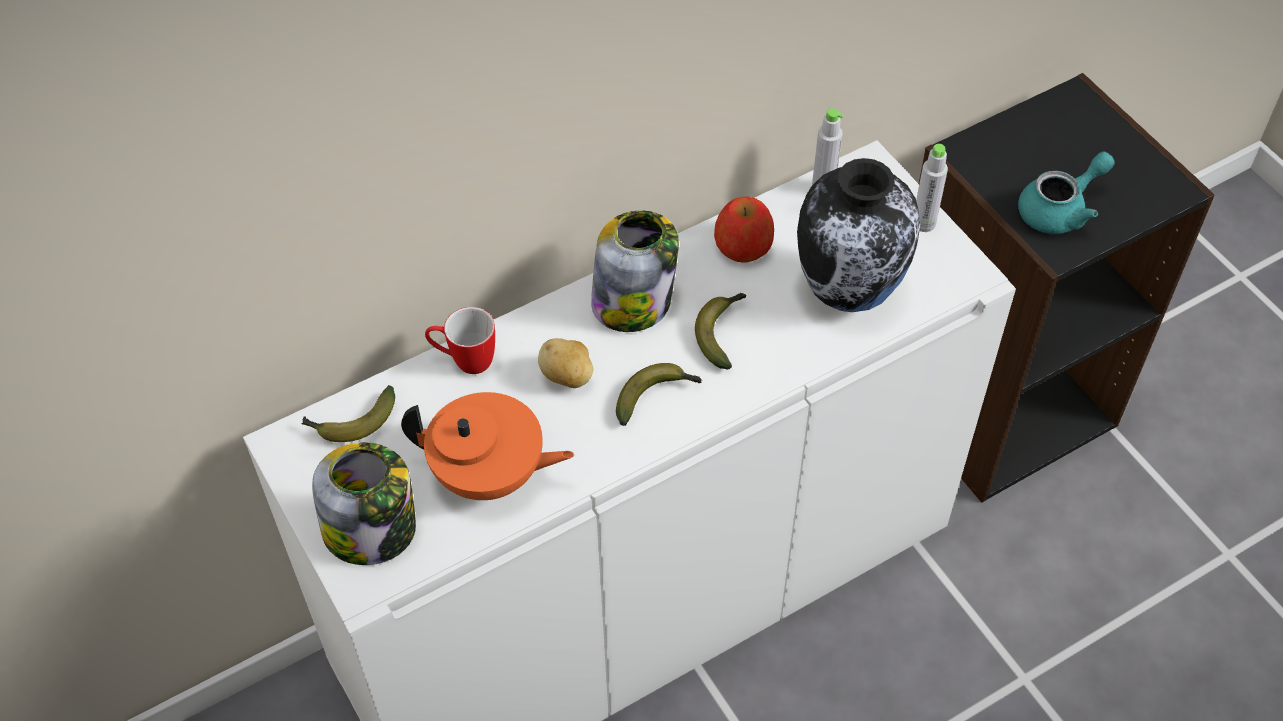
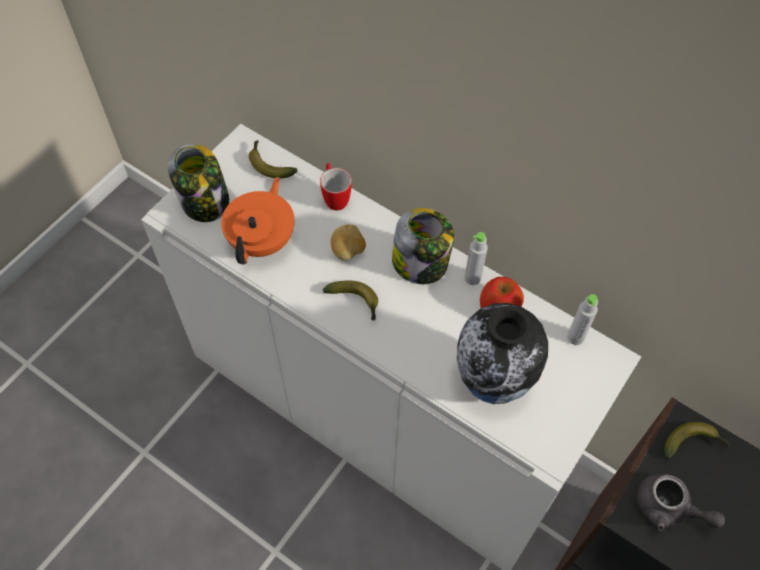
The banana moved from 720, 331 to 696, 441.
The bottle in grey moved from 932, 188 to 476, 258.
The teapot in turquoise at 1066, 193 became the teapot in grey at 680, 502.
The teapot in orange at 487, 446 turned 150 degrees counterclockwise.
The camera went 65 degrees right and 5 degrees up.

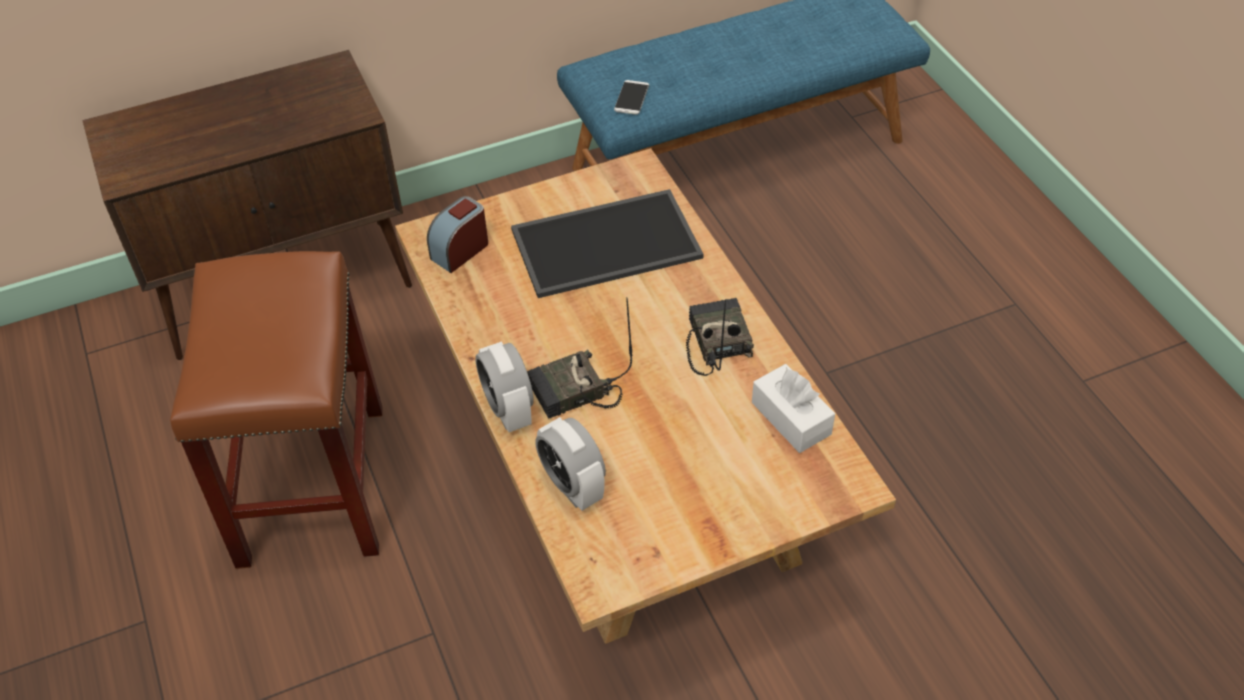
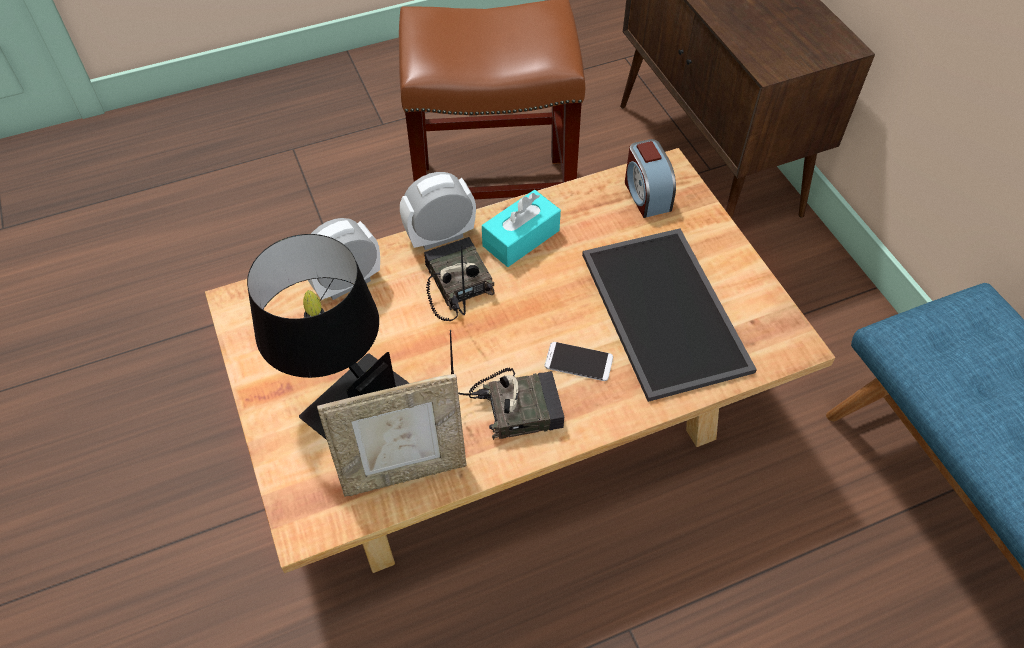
The table lamp in black at 328, 337 appeared.
The tissue box in turquoise at 521, 228 appeared.
The phone moved from 631, 97 to 579, 361.
The tissue box in white at 793, 408 was replaced by the picture frame at 392, 435.
The alarm clock at 457, 234 turned 150 degrees counterclockwise.
The camera went 90 degrees right and 5 degrees up.

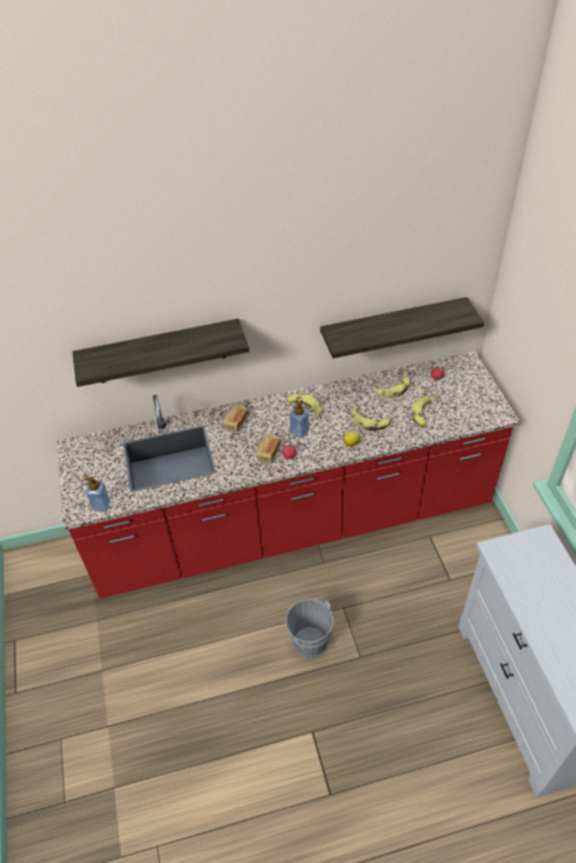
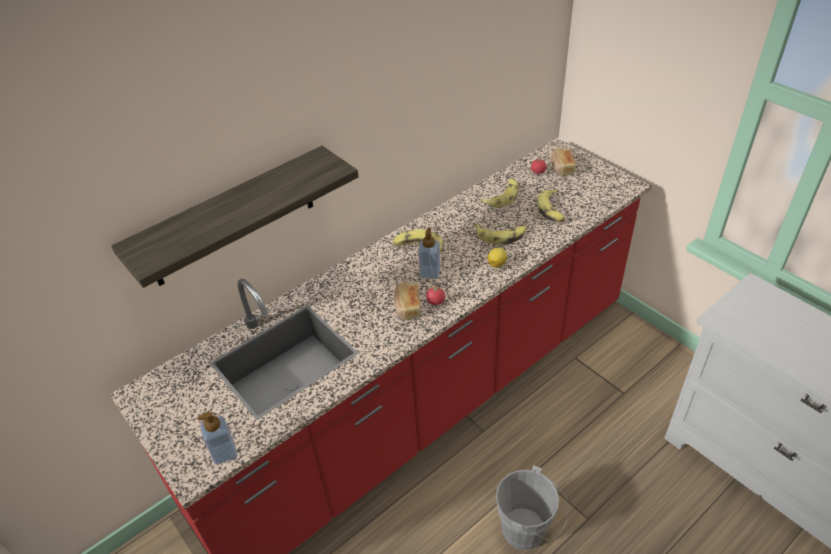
The shelf at 402, 327 disappeared.
The bread moved from 236, 418 to 563, 162.
The camera went 25 degrees left and 5 degrees down.

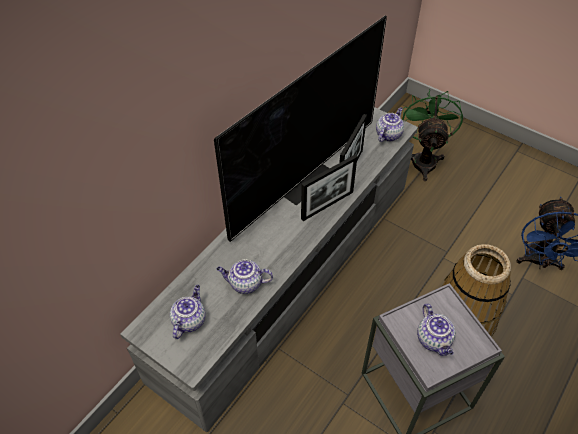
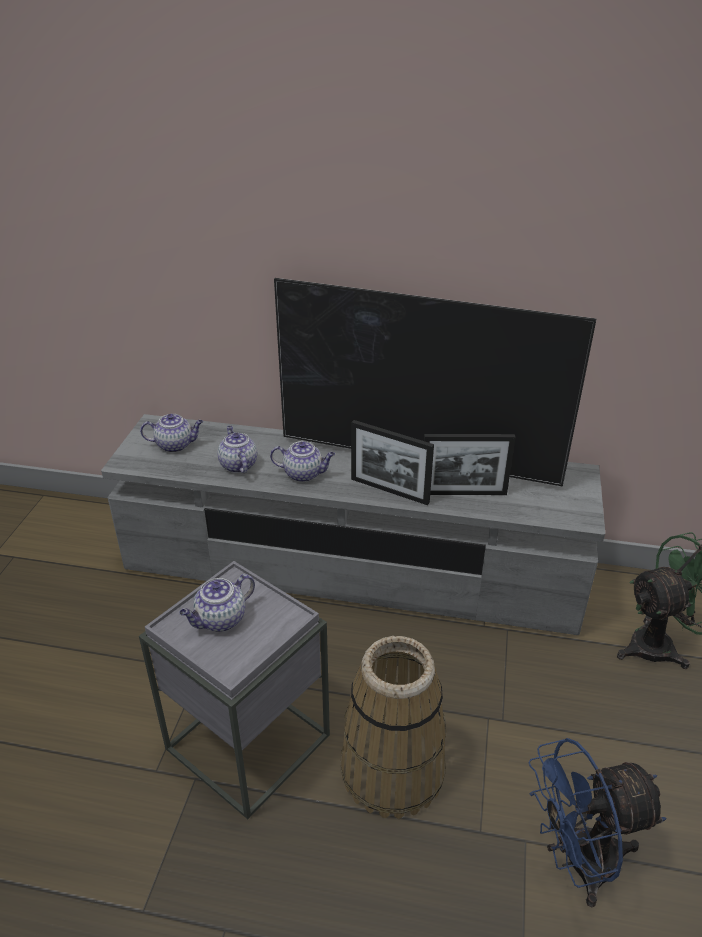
The teapot moved from 390, 124 to 302, 461.
The camera went 65 degrees right and 15 degrees down.

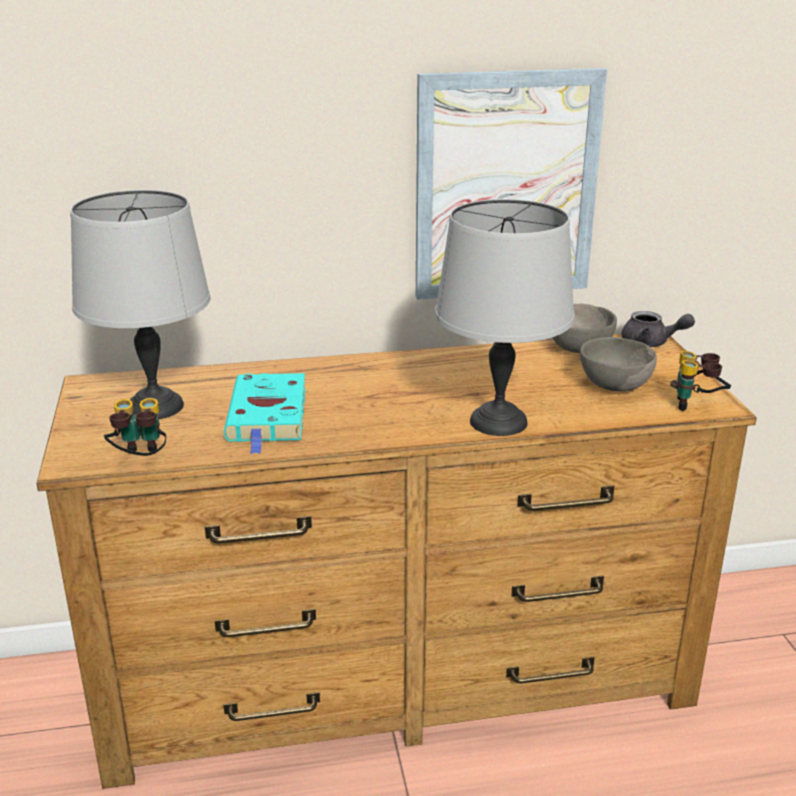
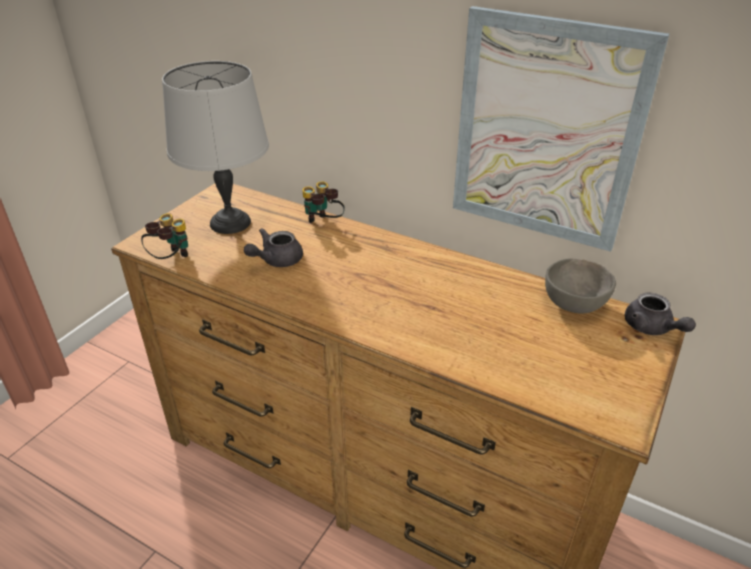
The table lamp in grey at 504, 317 disappeared.
The bowl in grey at 618, 364 disappeared.
The binoculars moved from 700, 381 to 323, 202.
The book in turquoise at 265, 413 was replaced by the teapot in grey at 273, 247.
The camera went 40 degrees right and 10 degrees up.

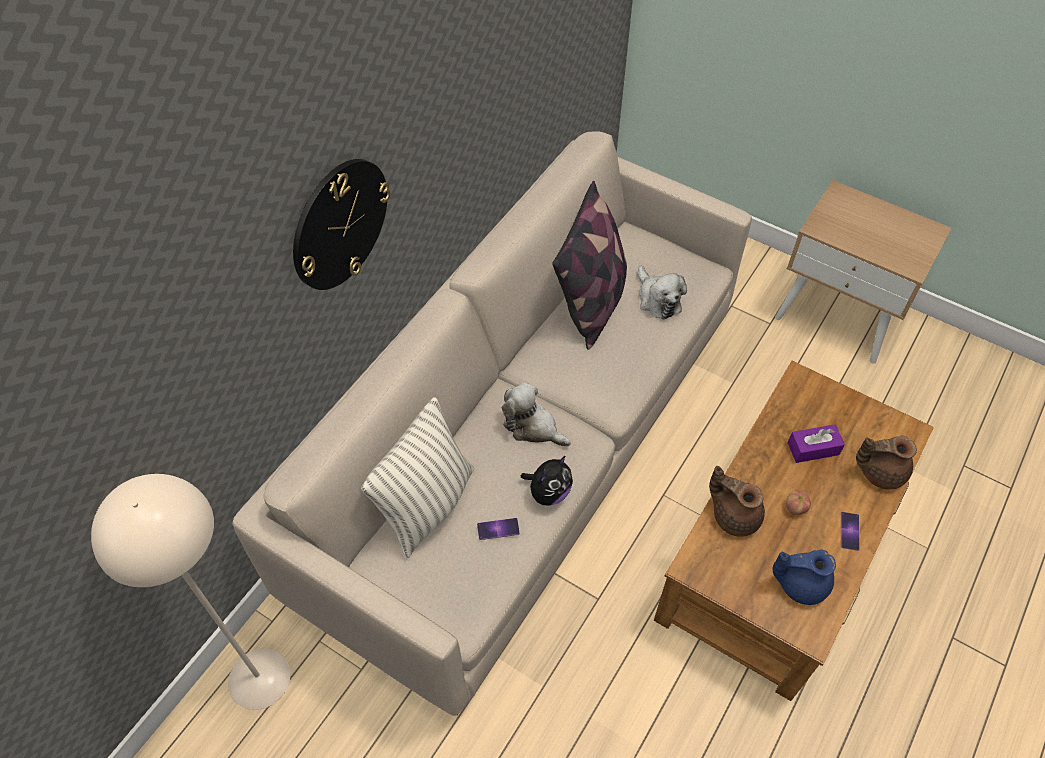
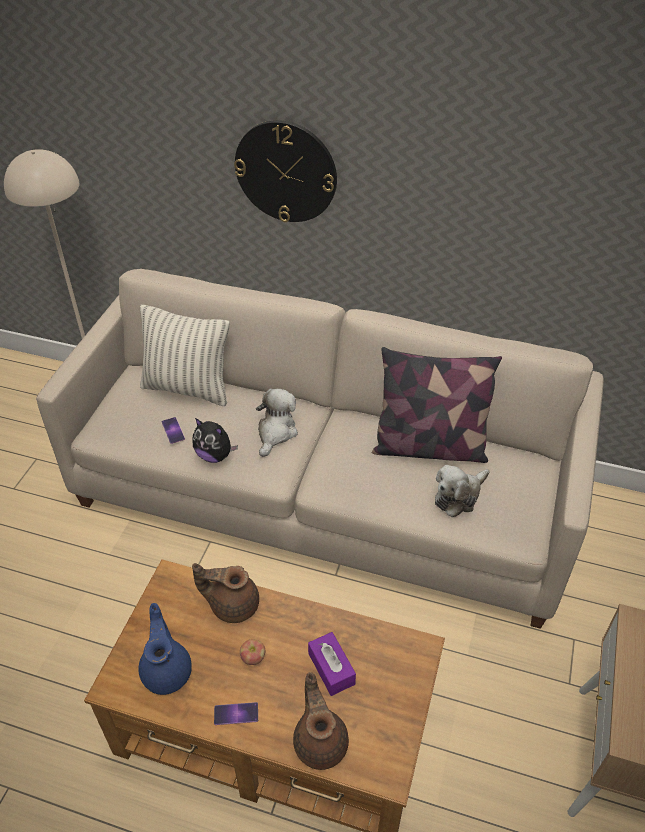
The teapot in brown at 737, 501 turned 105 degrees counterclockwise.
The camera went 75 degrees right and 10 degrees down.

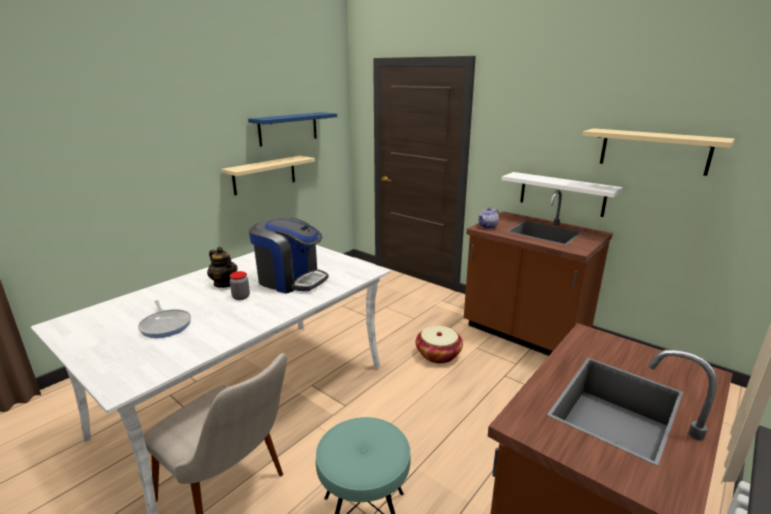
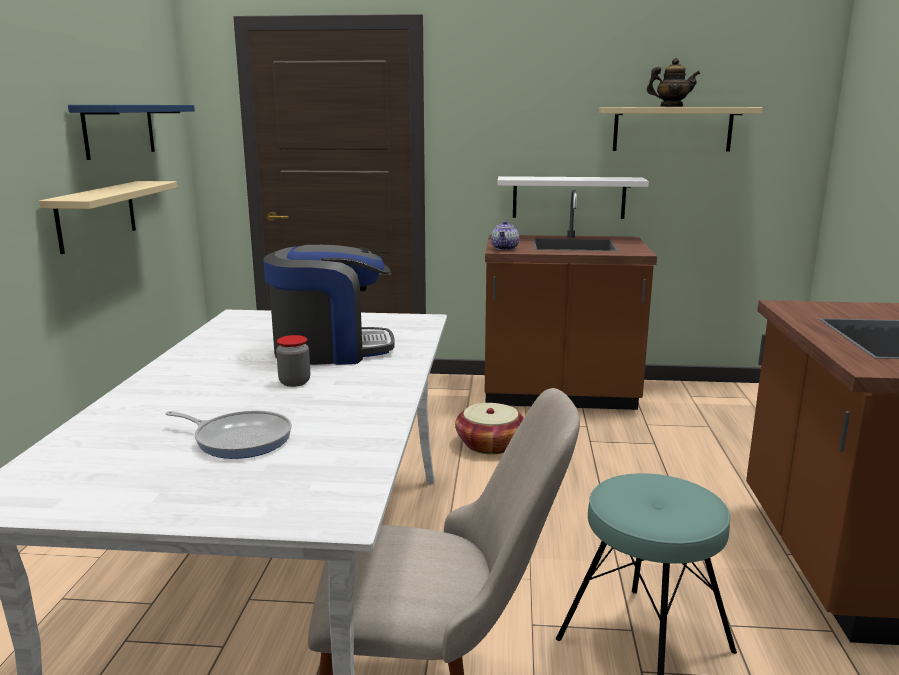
The teapot moved from 222, 267 to 673, 82.
The camera went 35 degrees left and 5 degrees down.

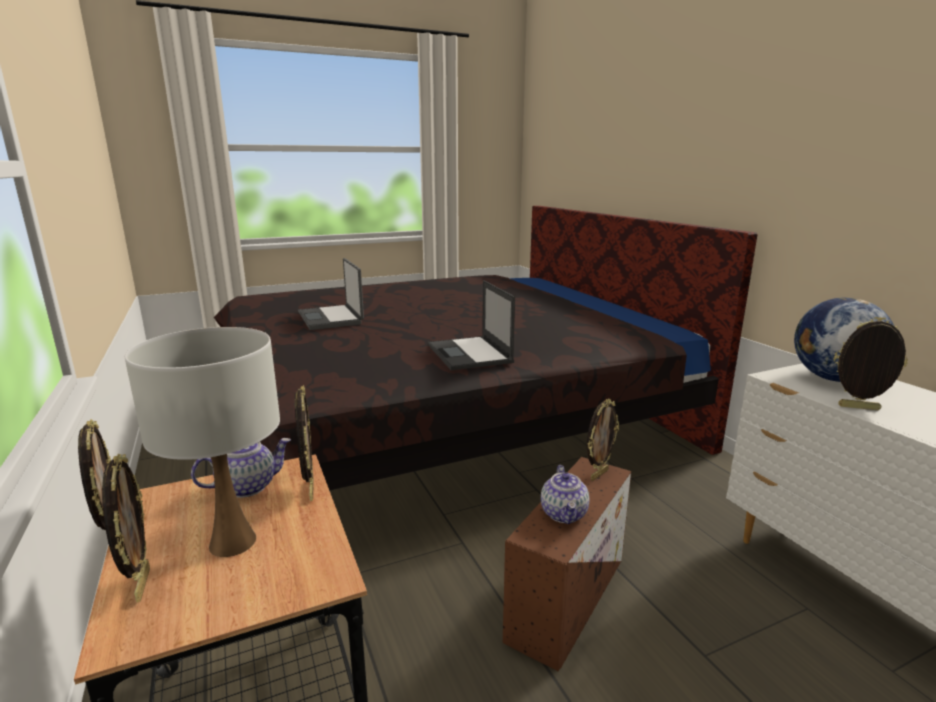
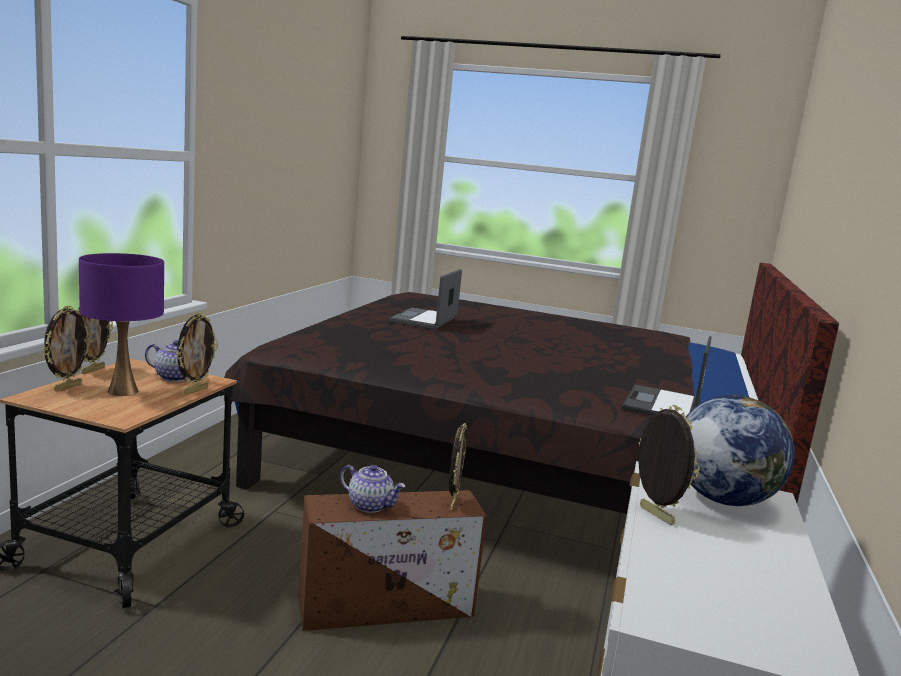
The laptop moved from 471, 325 to 667, 376.
The table lamp in white at 202, 442 became the table lamp in purple at 121, 324.
The teapot at 565, 494 turned 105 degrees counterclockwise.
The picture frame at 603, 440 turned 75 degrees counterclockwise.
The camera went 40 degrees right and 5 degrees down.

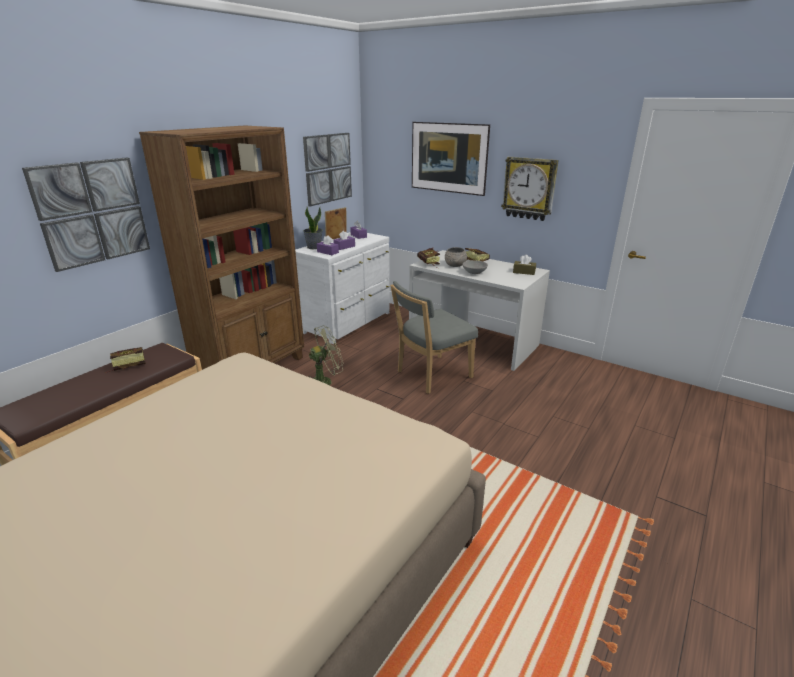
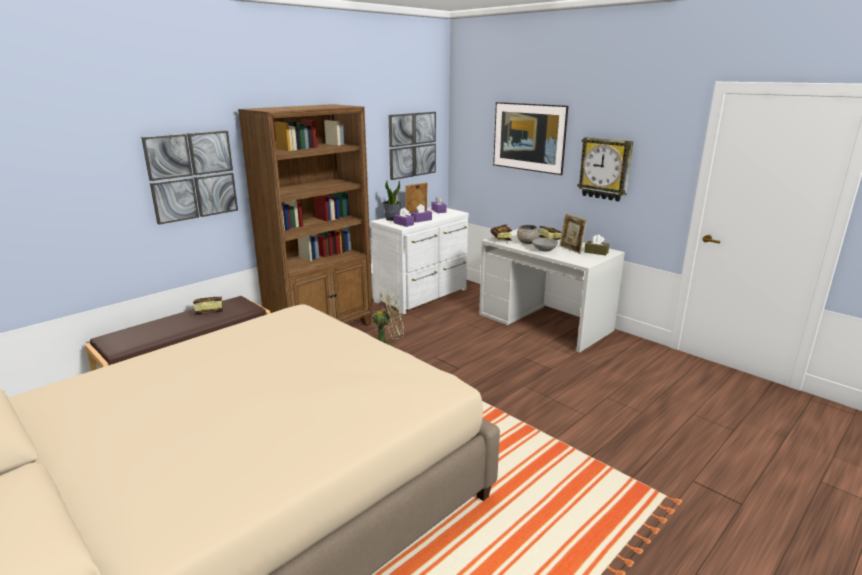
The chair in grey at 434, 337 disappeared.
The picture frame at 573, 233 appeared.
The camera went 10 degrees right and 5 degrees down.

